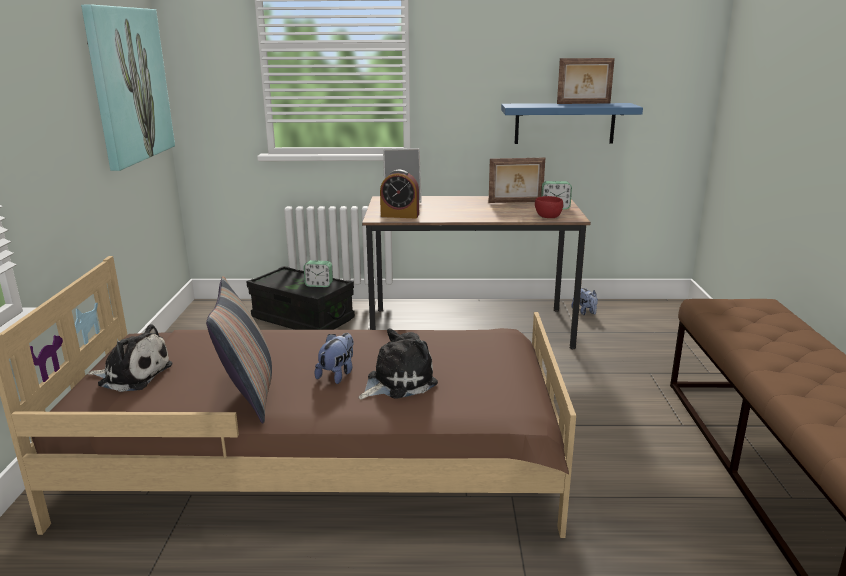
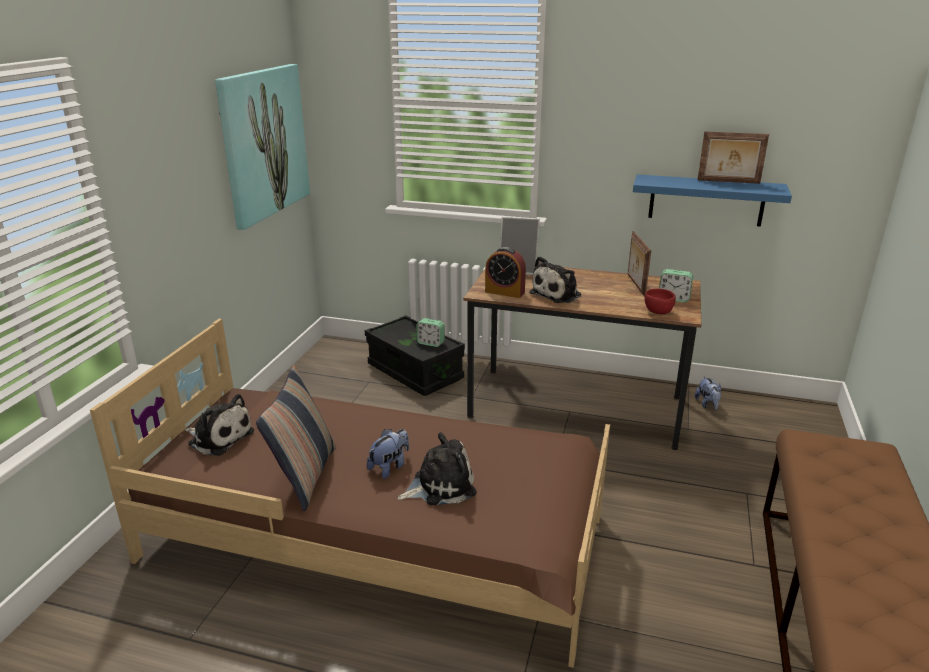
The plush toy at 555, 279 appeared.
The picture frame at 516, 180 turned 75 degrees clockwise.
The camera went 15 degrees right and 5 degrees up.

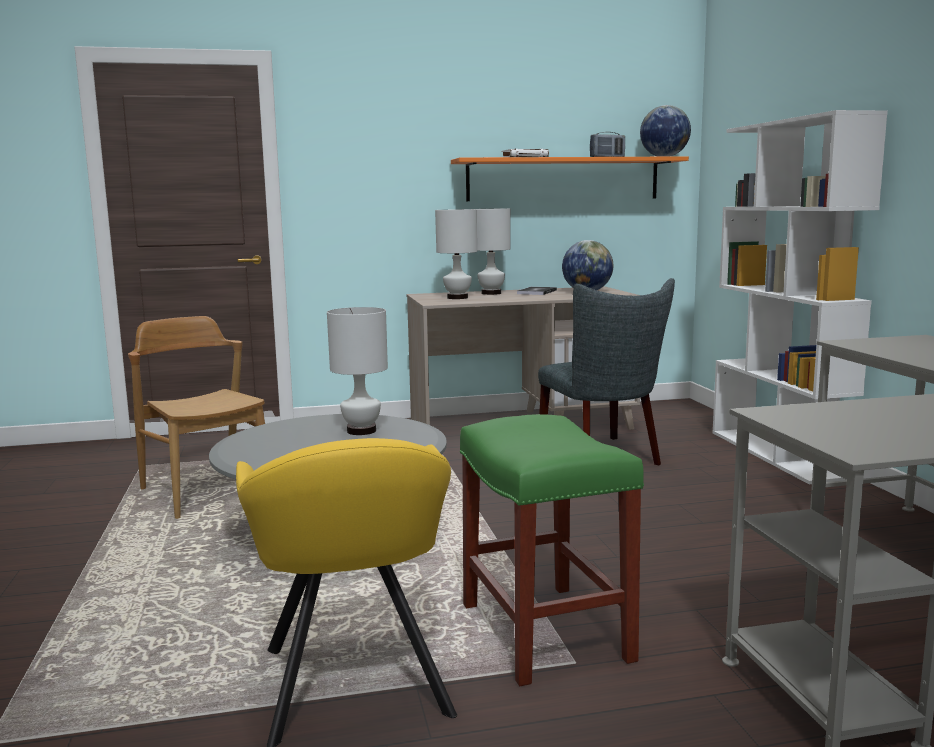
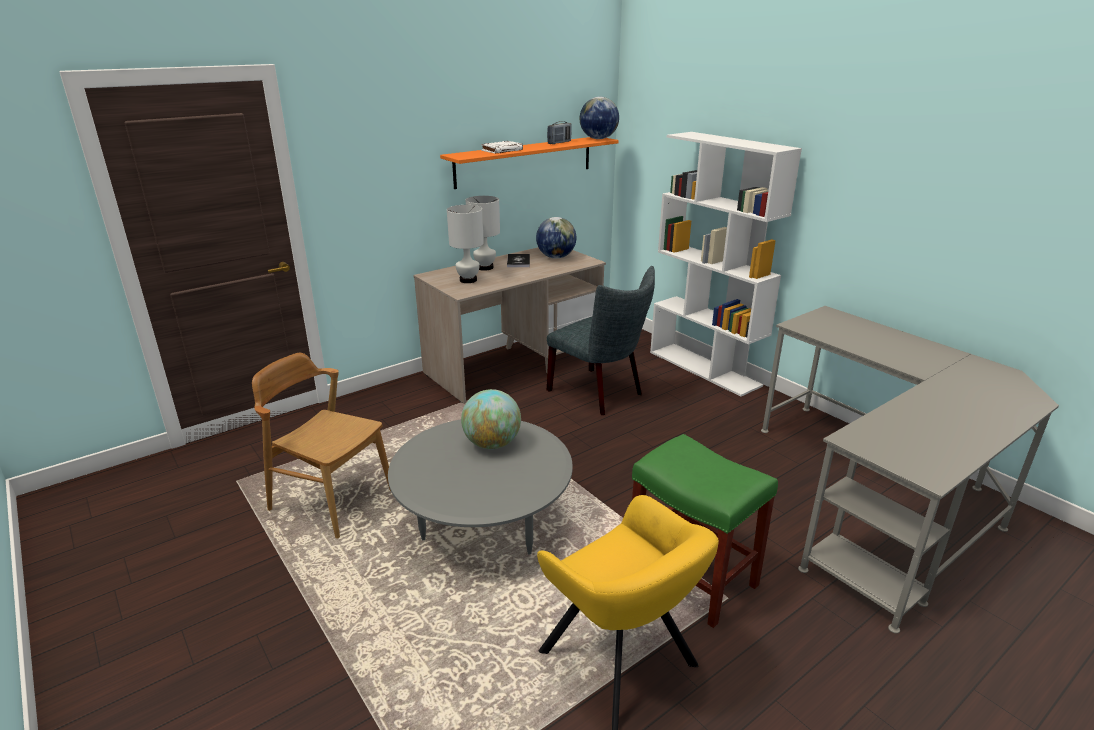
The table lamp in white at 357, 371 was replaced by the globe at 491, 419.
The camera went 25 degrees left and 15 degrees up.

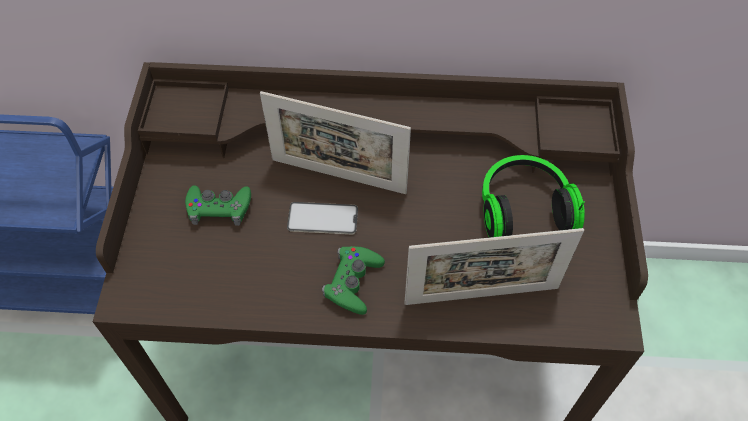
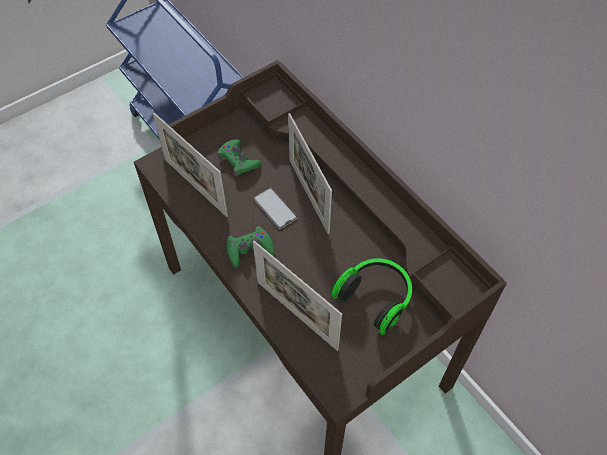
The picture frame at 190, 164 appeared.
The camera went 50 degrees right and 0 degrees up.

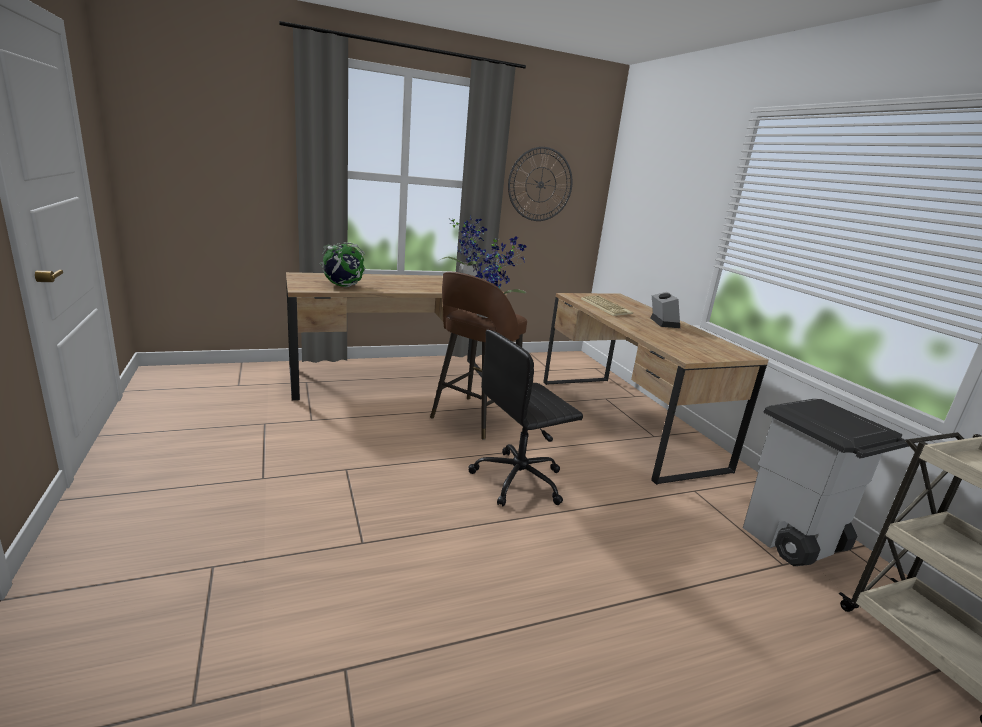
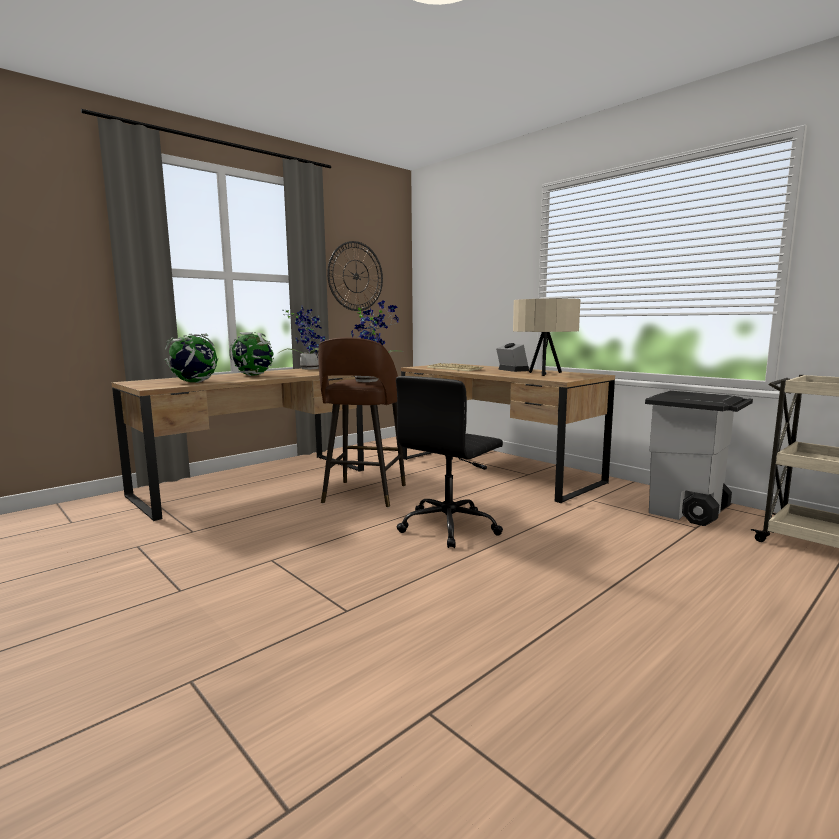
The globe at 251, 354 appeared.
The table lamp in beige at 546, 337 appeared.
The camera went 20 degrees left and 10 degrees down.

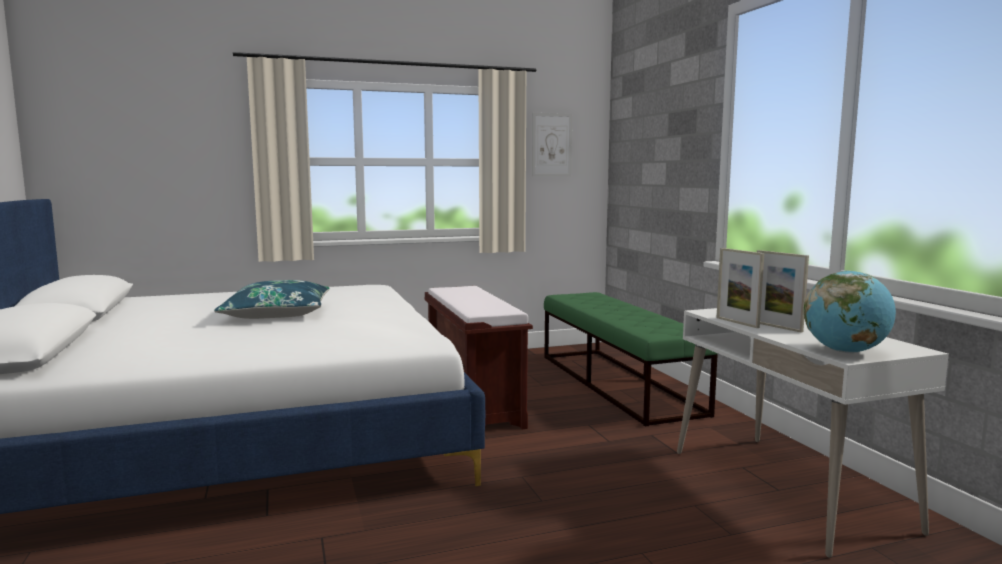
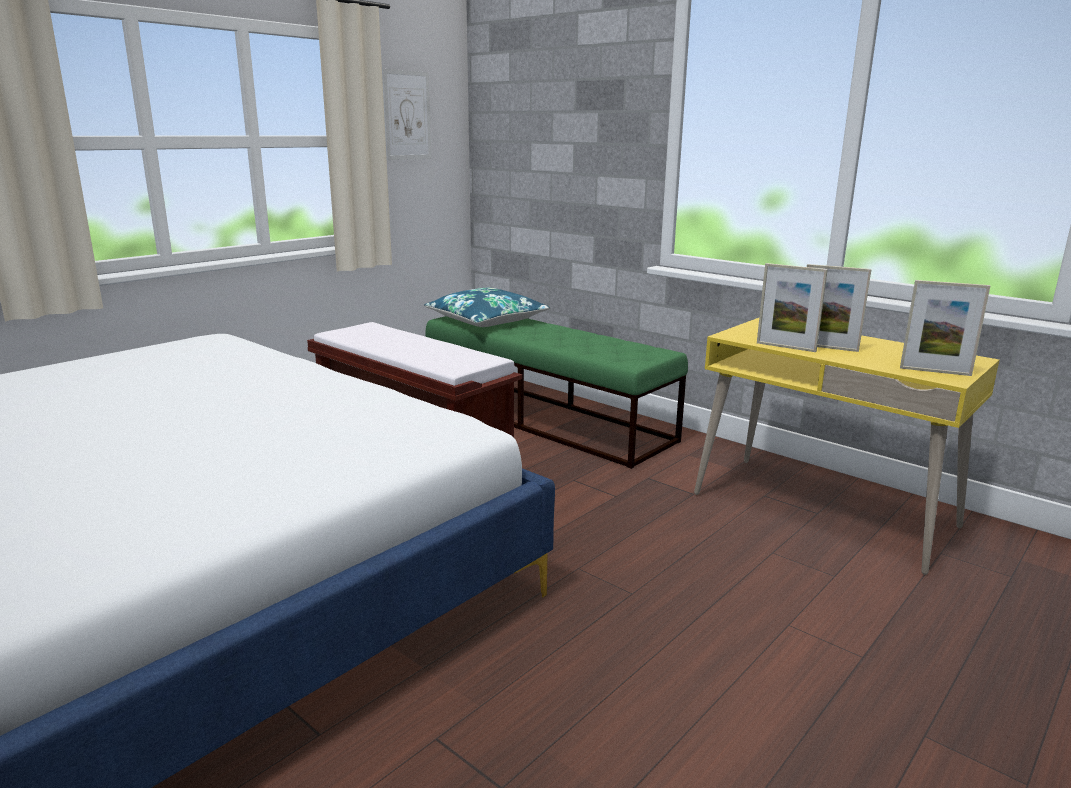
The pillow in blue moved from 272, 299 to 487, 307.
The globe at 850, 311 was replaced by the picture frame at 945, 328.
The desk in white at 813, 433 became the desk in yellow at 847, 446.
The camera went 30 degrees left and 10 degrees up.

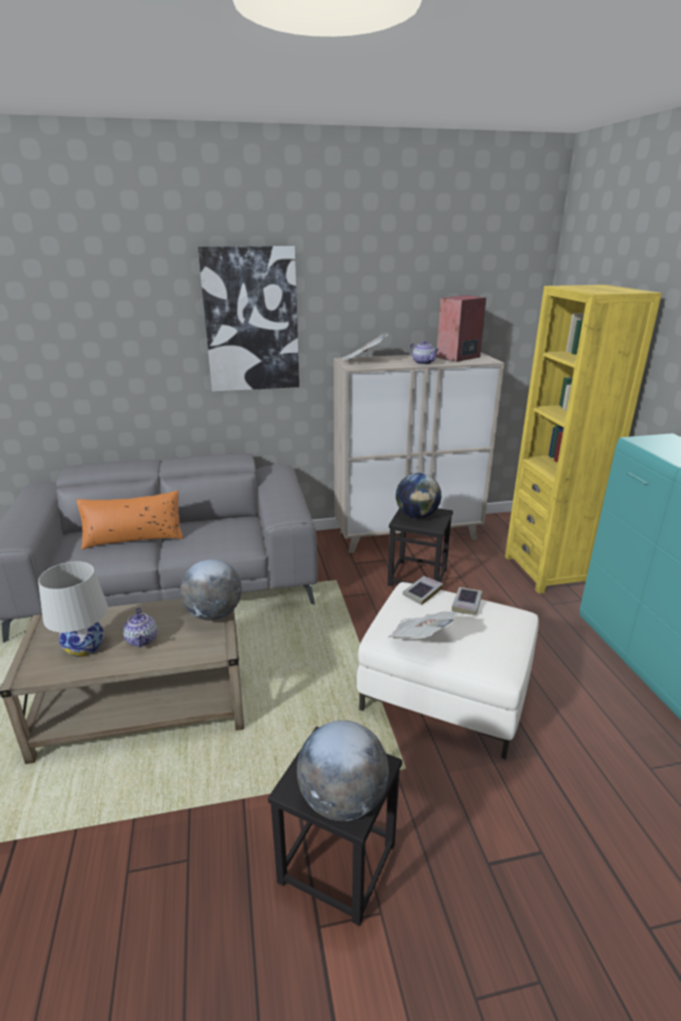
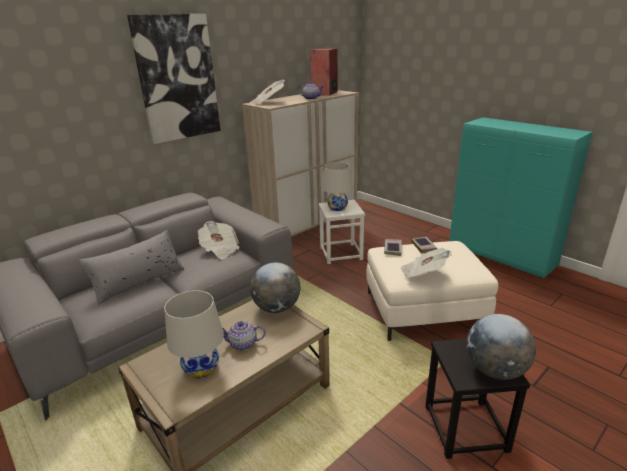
The bookcase in yellow at 583, 439 disappeared.
The newspaper at 219, 240 appeared.
The globe at 418, 495 was replaced by the table lamp in white at 338, 186.
The pillow in orange at 129, 519 became the pillow in grey at 131, 267.
The stool in black at 420, 547 became the stool in white at 341, 232.
The teapot at 140, 627 turned 135 degrees clockwise.
The camera went 30 degrees left and 0 degrees up.

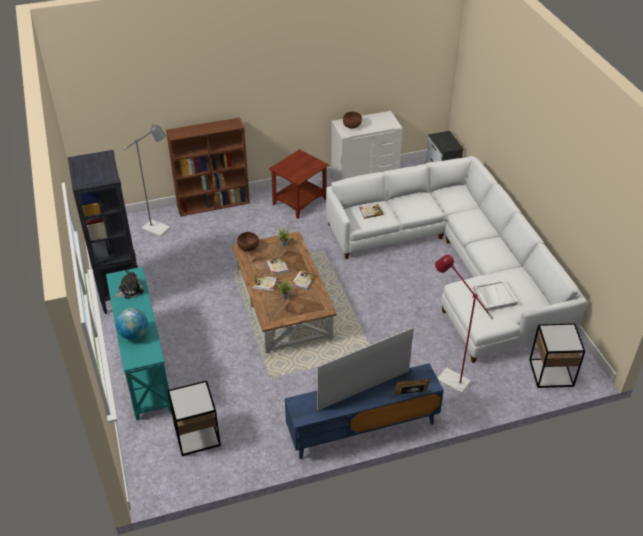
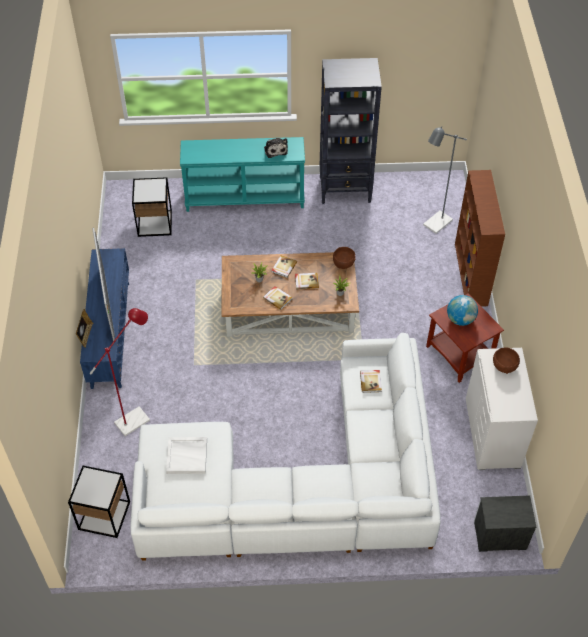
The globe moved from 132, 324 to 462, 310.
The camera went 105 degrees right and 10 degrees up.

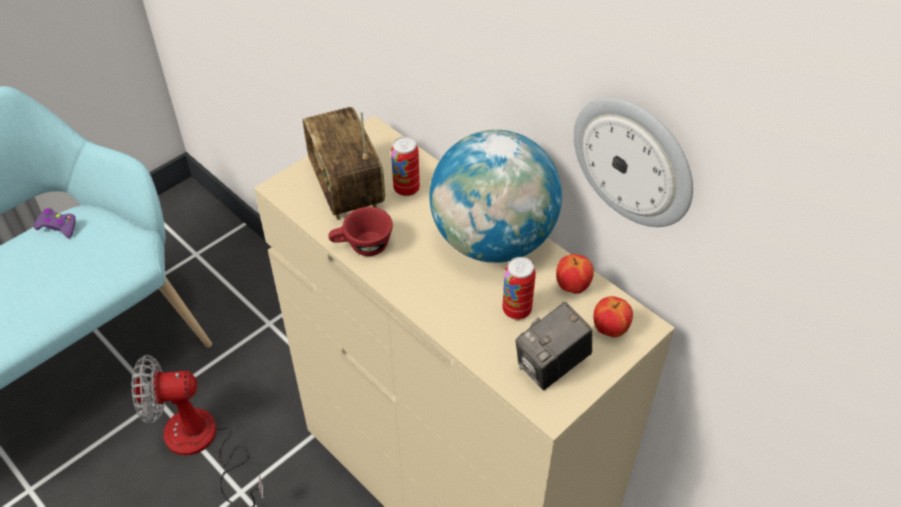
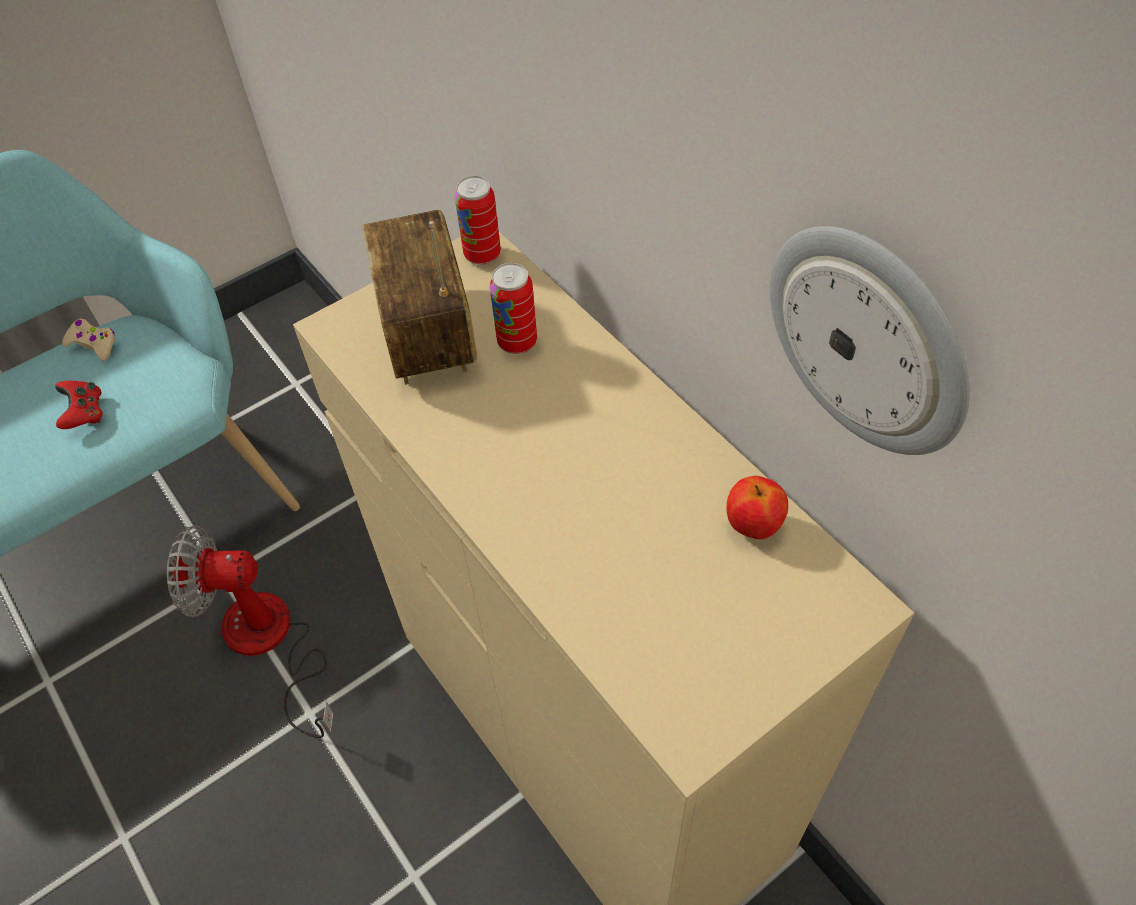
The cup in red at 360, 231 disappeared.
The globe at 495, 196 disappeared.
The photo camera at 553, 346 disappeared.
The apple at 613, 316 disappeared.
The game controller in red at 79, 405 appeared.
The can moved from 519, 288 to 478, 220.
The game controller in purple at 55, 223 became the game controller in beige at 88, 339.
The camera went 10 degrees right and 5 degrees up.

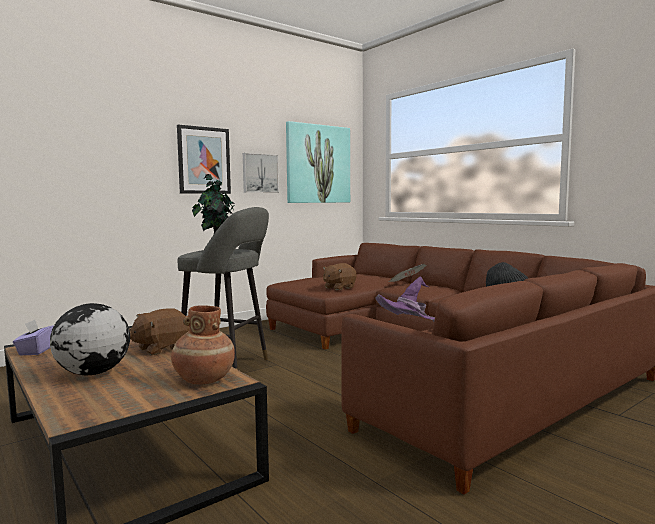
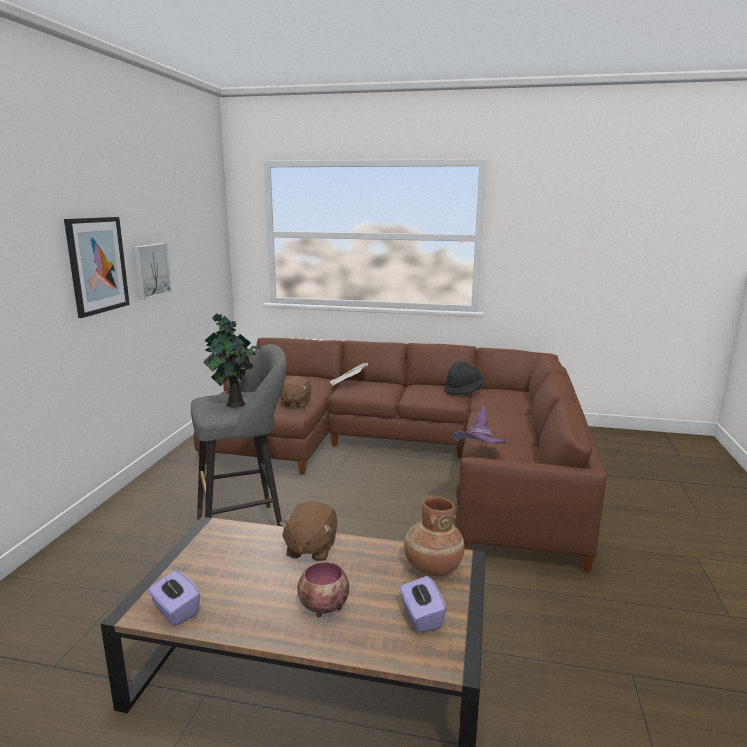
The picture at 318, 162 disappeared.
The tissue box in purple at 423, 604 appeared.
The globe at 90, 339 was replaced by the bowl at 323, 590.
The camera went 40 degrees left and 10 degrees up.

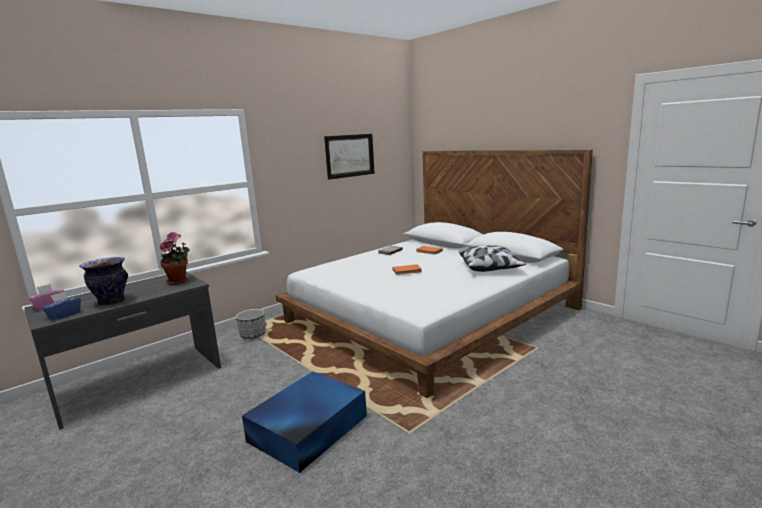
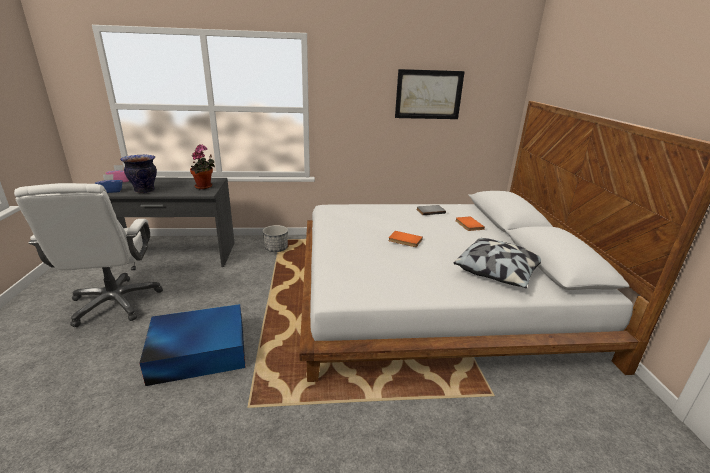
The office chair in white at 88, 255 appeared.
The camera went 35 degrees right and 10 degrees up.

